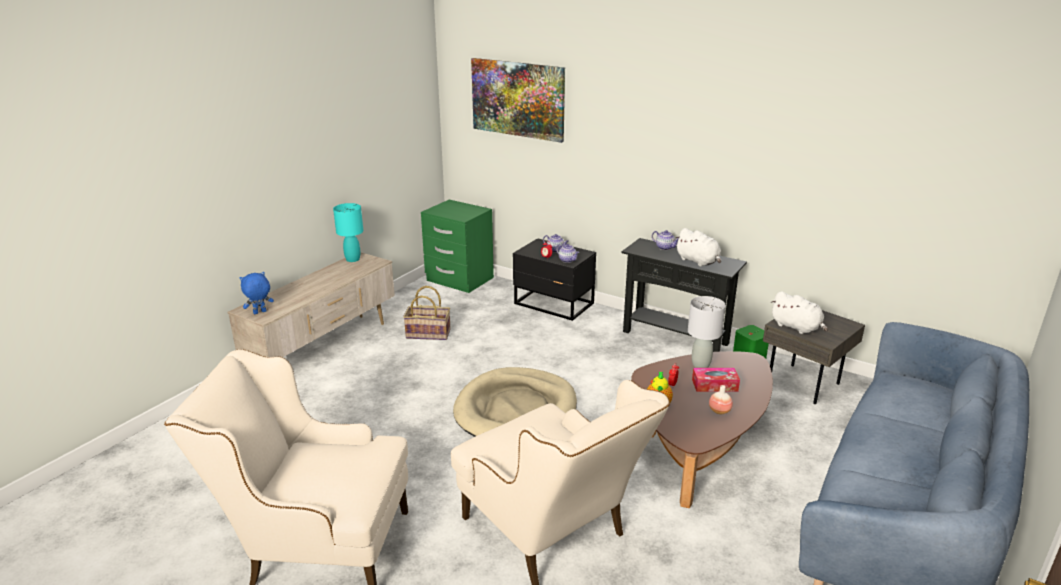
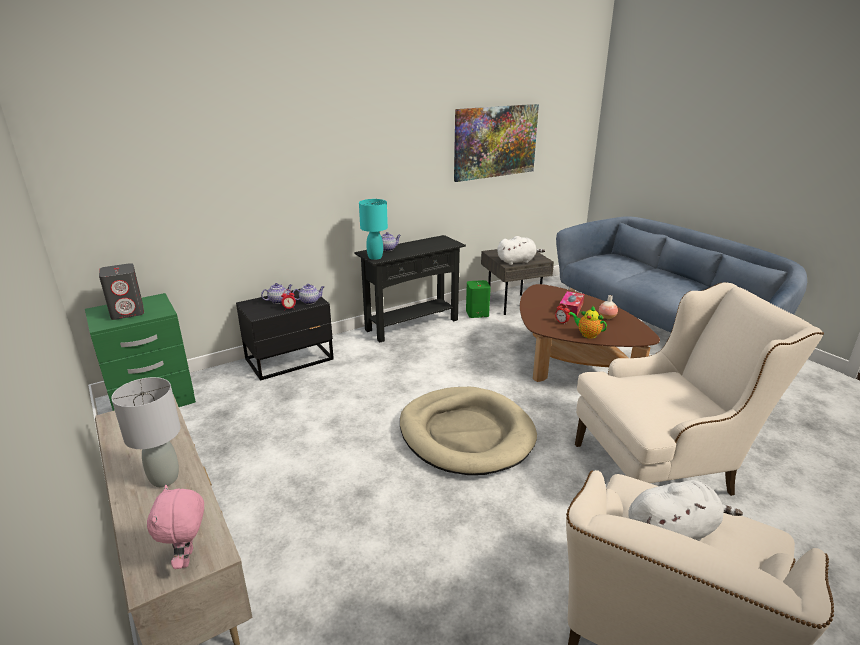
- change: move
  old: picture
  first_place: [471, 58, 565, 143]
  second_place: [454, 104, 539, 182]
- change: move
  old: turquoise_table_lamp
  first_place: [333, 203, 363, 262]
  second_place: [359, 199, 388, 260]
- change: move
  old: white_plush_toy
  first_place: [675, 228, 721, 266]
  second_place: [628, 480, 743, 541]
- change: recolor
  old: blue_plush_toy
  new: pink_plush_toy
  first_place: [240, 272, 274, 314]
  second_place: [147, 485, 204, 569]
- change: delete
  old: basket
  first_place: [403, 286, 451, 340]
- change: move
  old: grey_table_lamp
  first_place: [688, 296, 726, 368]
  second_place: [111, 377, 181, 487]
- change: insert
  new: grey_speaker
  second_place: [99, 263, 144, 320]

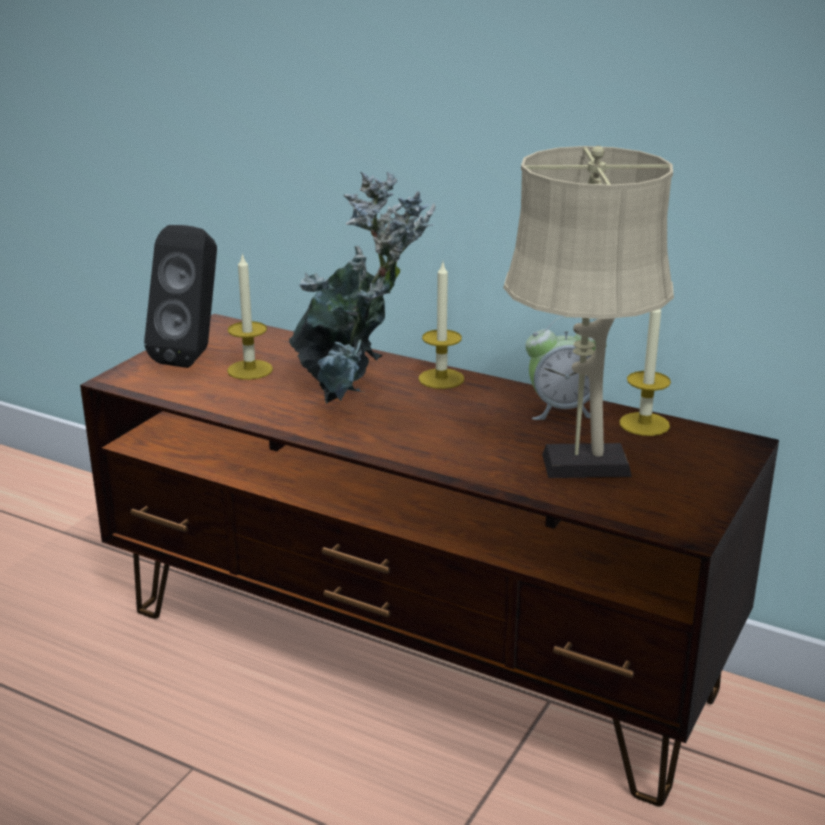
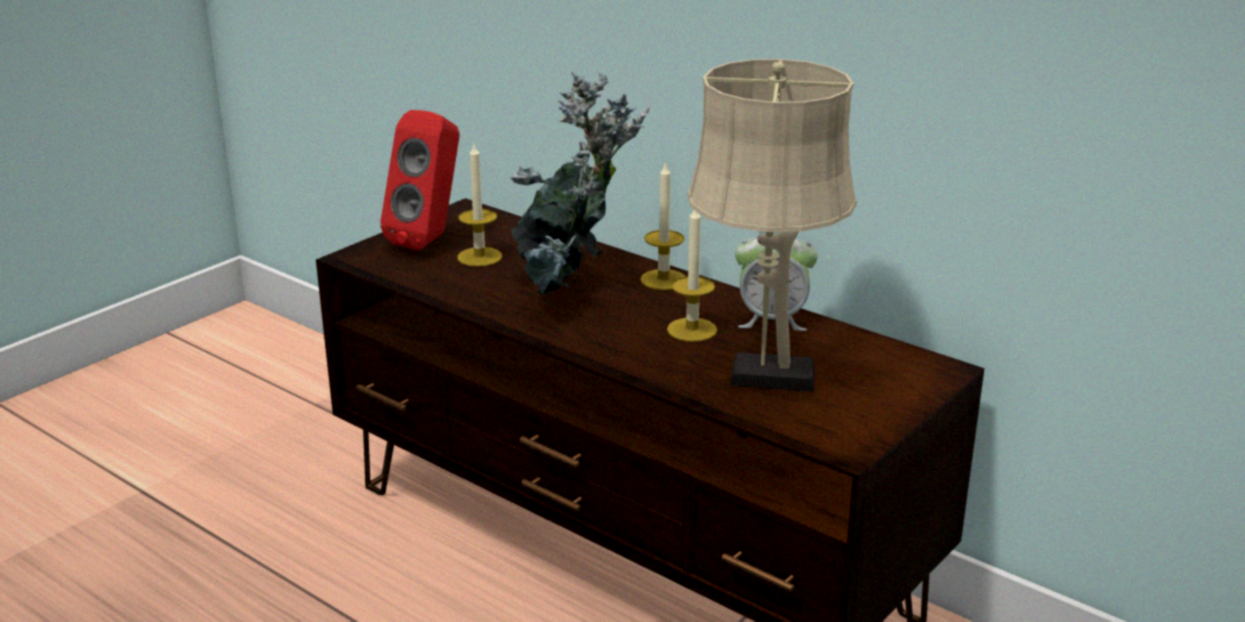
- change: recolor
  old: black_speaker
  new: red_speaker
  first_place: [144, 225, 217, 368]
  second_place: [380, 110, 460, 251]
- change: move
  old: candle
  first_place: [619, 309, 671, 436]
  second_place: [667, 210, 717, 342]

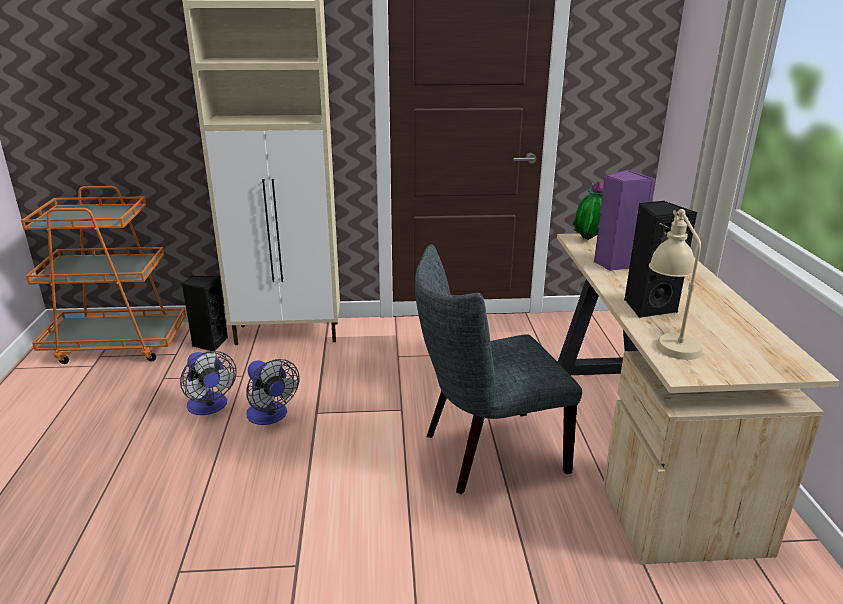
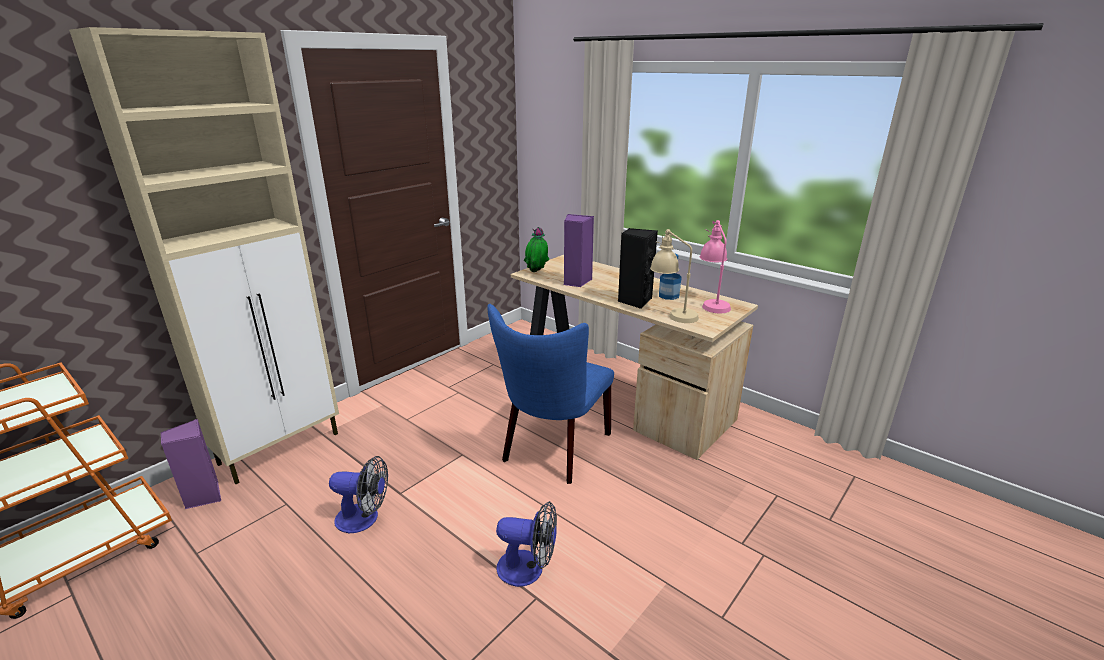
- change: recolor
  old: grey_chair
  new: blue_chair
  first_place: [415, 244, 582, 494]
  second_place: [488, 304, 614, 484]
- change: recolor
  old: black_speaker
  new: purple_speaker
  first_place: [182, 276, 228, 351]
  second_place: [161, 419, 221, 509]
- change: move
  old: fan
  first_place: [180, 351, 237, 415]
  second_place: [496, 501, 557, 587]
- change: insert
  new: pink_table_lamp
  second_place: [699, 220, 731, 313]
- change: insert
  new: bottle
  second_place: [659, 254, 682, 300]

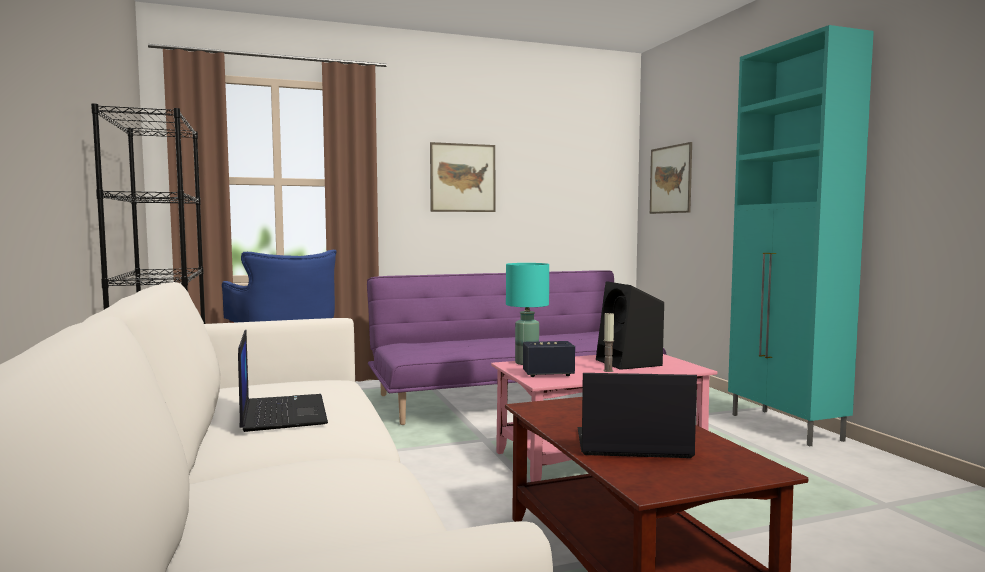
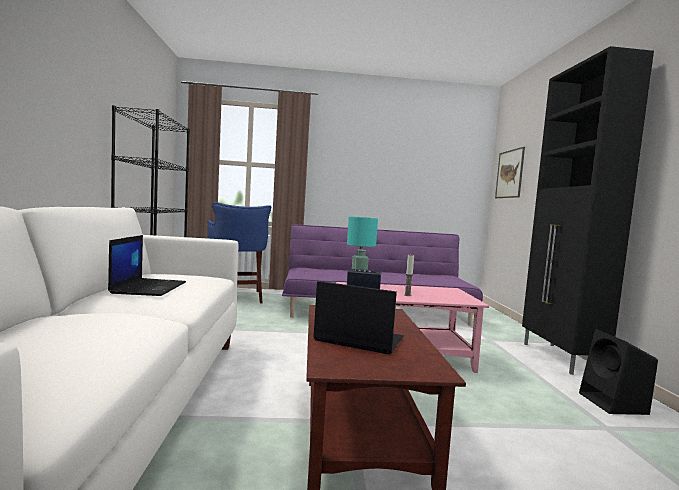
- change: recolor
  old: turquoise_cabinet
  new: black_cabinet
  first_place: [728, 25, 874, 447]
  second_place: [522, 46, 654, 375]
- change: delete
  old: picture
  first_place: [430, 142, 496, 212]
- change: move
  old: black_speaker
  first_place: [596, 281, 664, 370]
  second_place: [579, 329, 658, 415]

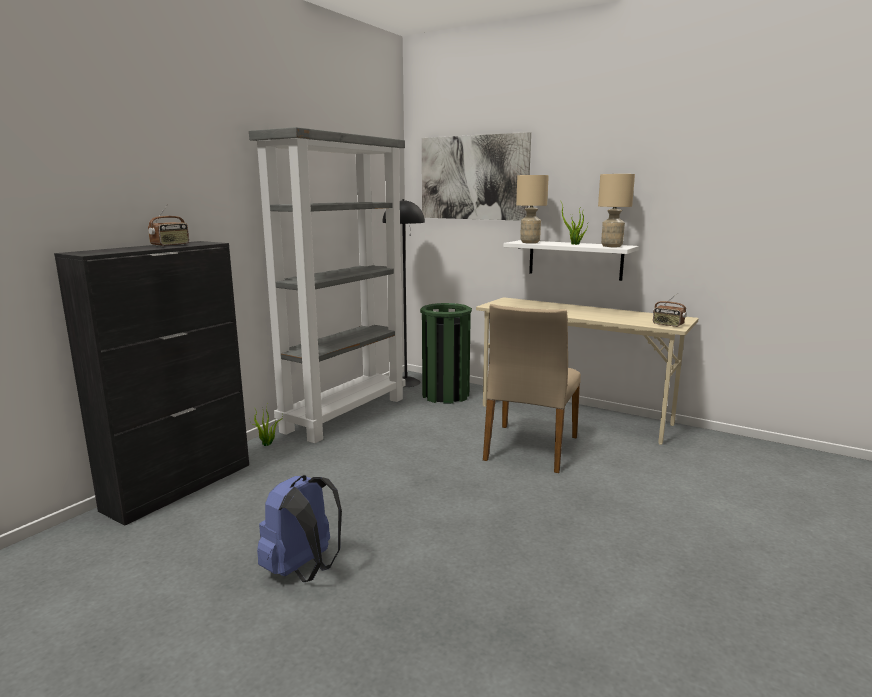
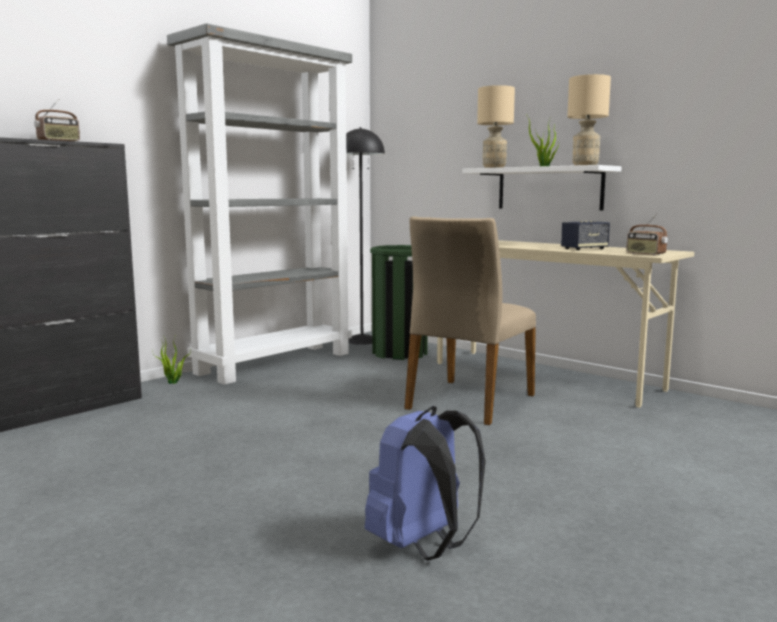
- change: delete
  old: picture
  first_place: [422, 132, 531, 221]
- change: move
  old: blue_backpack
  first_place: [257, 475, 342, 582]
  second_place: [365, 406, 486, 561]
- change: insert
  new: speaker
  second_place: [561, 221, 610, 250]

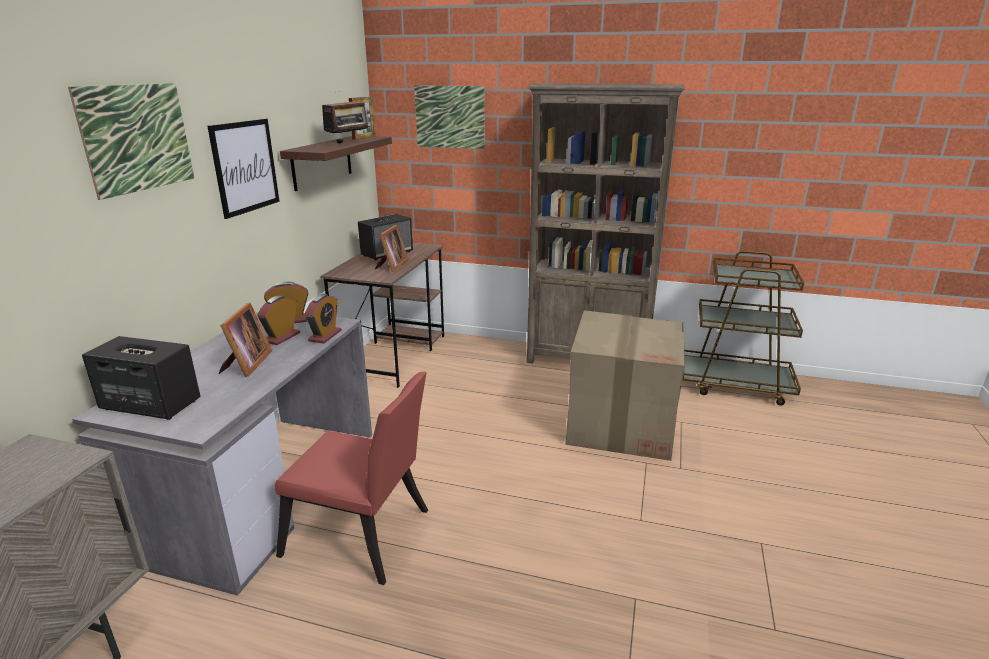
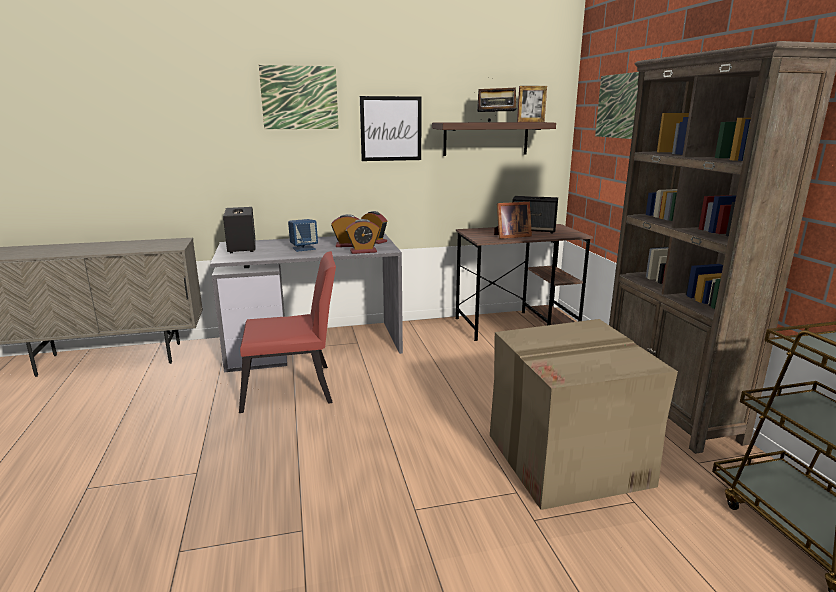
- change: replace
  old: picture_frame
  new: blue_speaker
  first_place: [219, 303, 272, 377]
  second_place: [288, 219, 318, 252]
- change: rotate
  old: red_chair
  first_place: [275, 372, 428, 585]
  second_place: [239, 251, 336, 413]
  degrees: -90

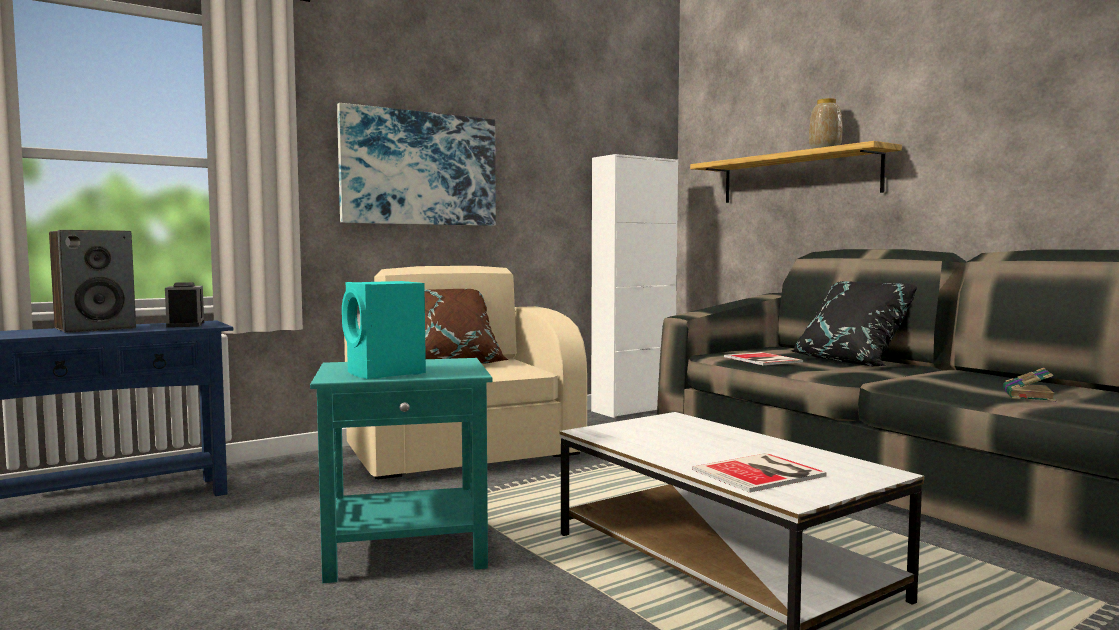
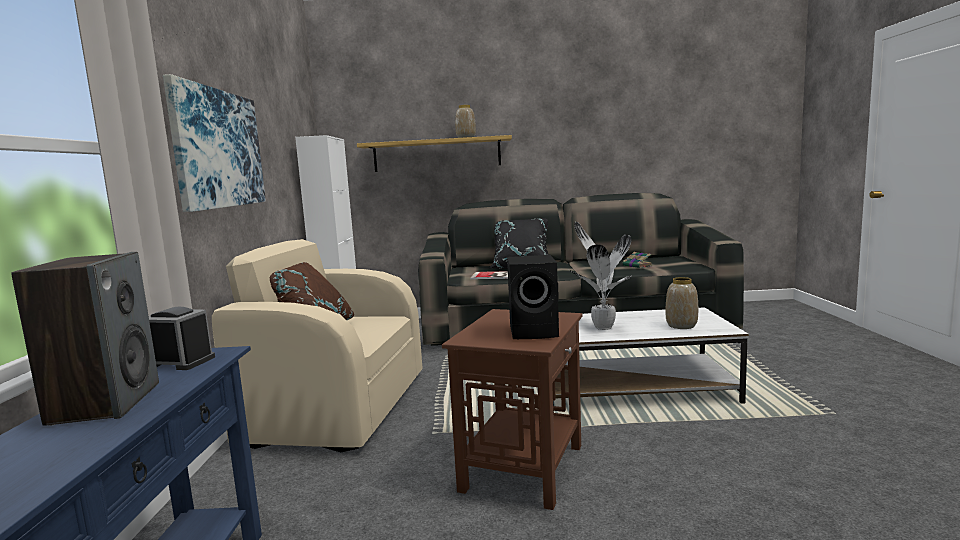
- change: recolor
  old: turquoise_speaker
  new: black_speaker
  first_place: [342, 281, 426, 379]
  second_place: [507, 255, 559, 339]
- change: recolor
  old: turquoise_side_table
  new: brown_side_table
  first_place: [310, 358, 493, 583]
  second_place: [442, 309, 583, 510]
- change: replace
  old: book
  new: vase
  first_place: [692, 453, 827, 493]
  second_place: [666, 277, 698, 329]
- change: insert
  new: potted_plant
  second_place: [569, 222, 632, 330]

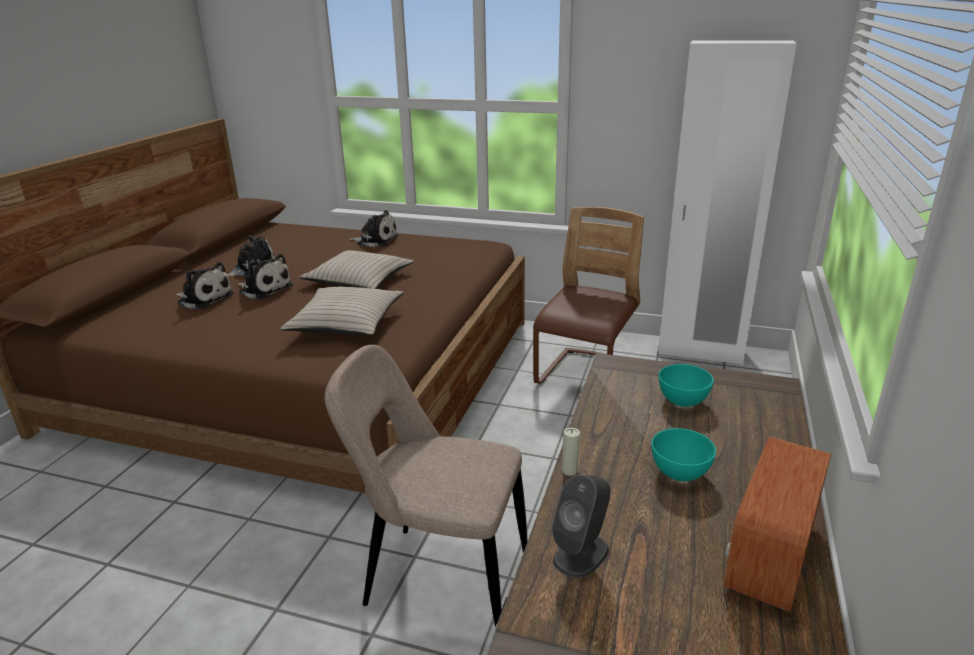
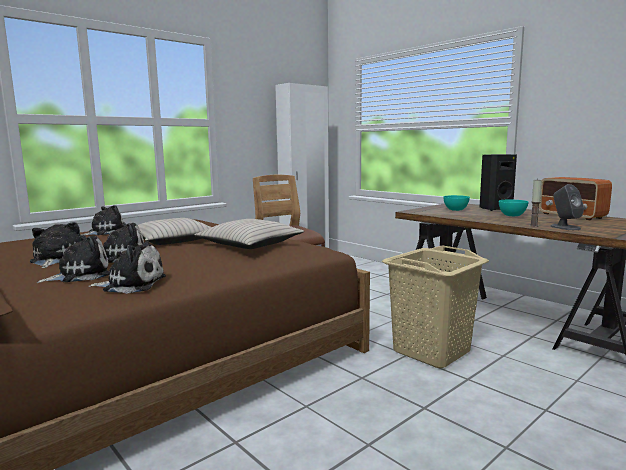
- change: replace
  old: beige_chair
  new: beige_laundry_basket
  first_place: [325, 345, 528, 627]
  second_place: [382, 245, 489, 368]
- change: insert
  new: black_speaker
  second_place: [480, 154, 517, 211]
- change: insert
  new: plush_toy
  second_place: [89, 241, 166, 294]

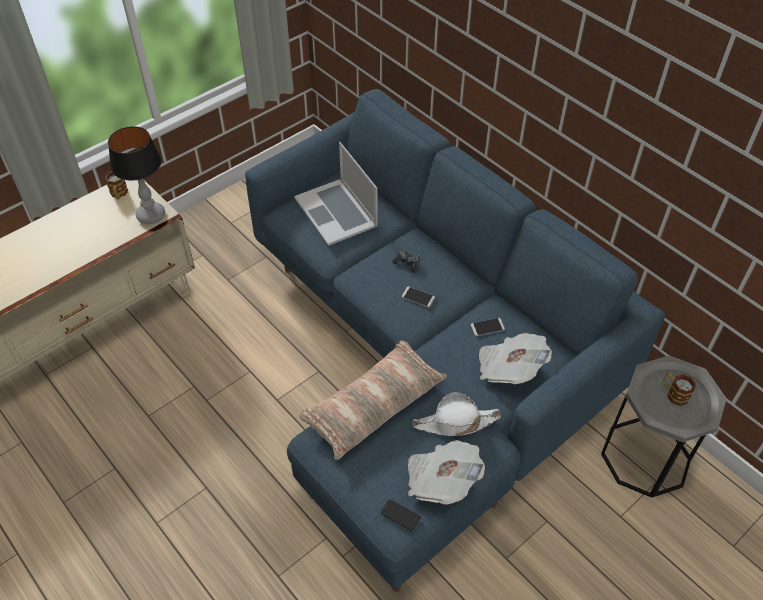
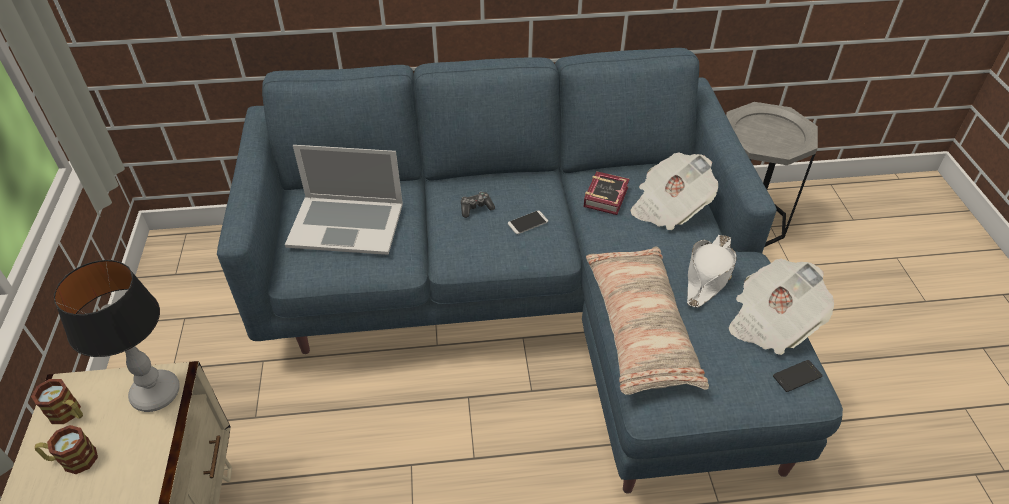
- change: replace
  old: phone
  new: book
  first_place: [471, 318, 505, 336]
  second_place: [583, 171, 629, 215]
- change: move
  old: mug
  first_place: [663, 372, 696, 406]
  second_place: [35, 425, 98, 474]

